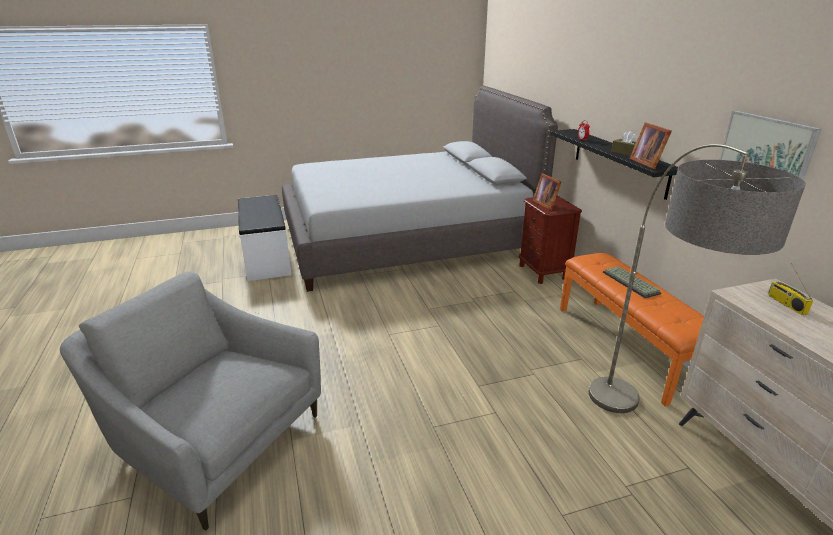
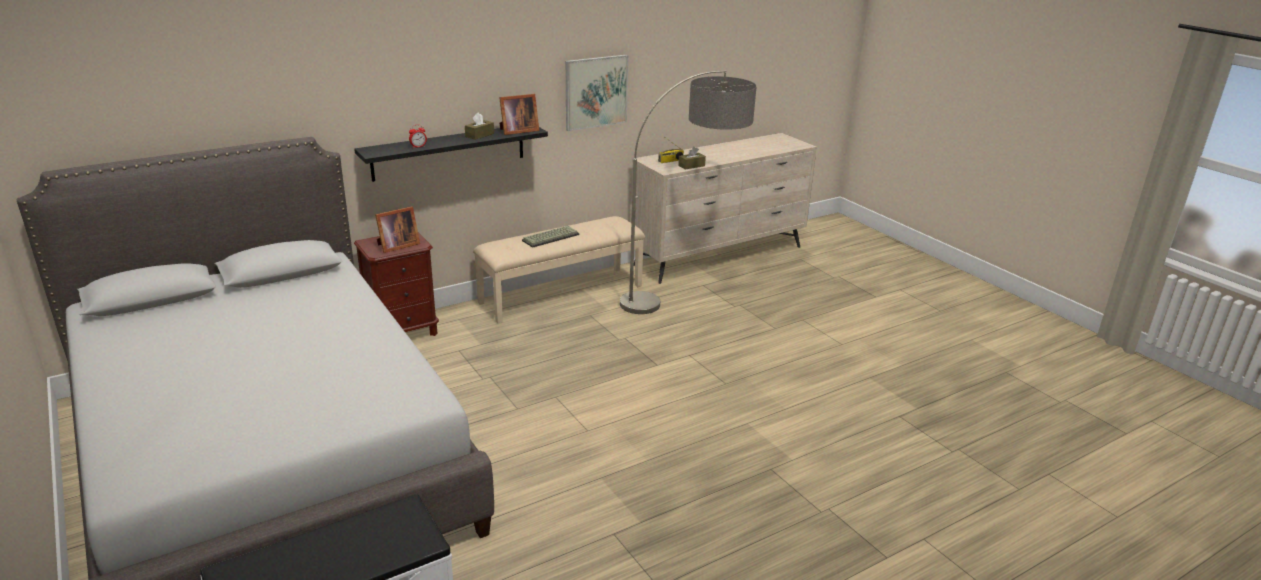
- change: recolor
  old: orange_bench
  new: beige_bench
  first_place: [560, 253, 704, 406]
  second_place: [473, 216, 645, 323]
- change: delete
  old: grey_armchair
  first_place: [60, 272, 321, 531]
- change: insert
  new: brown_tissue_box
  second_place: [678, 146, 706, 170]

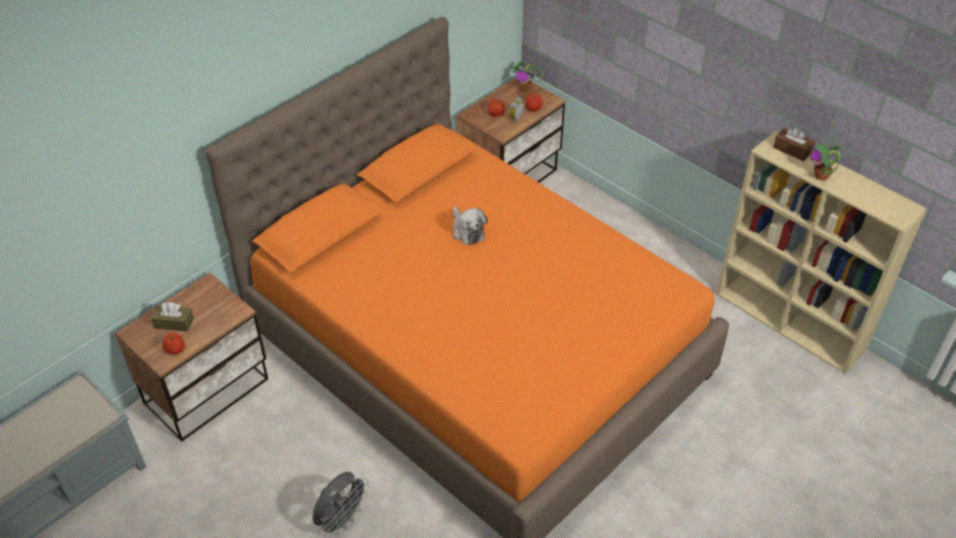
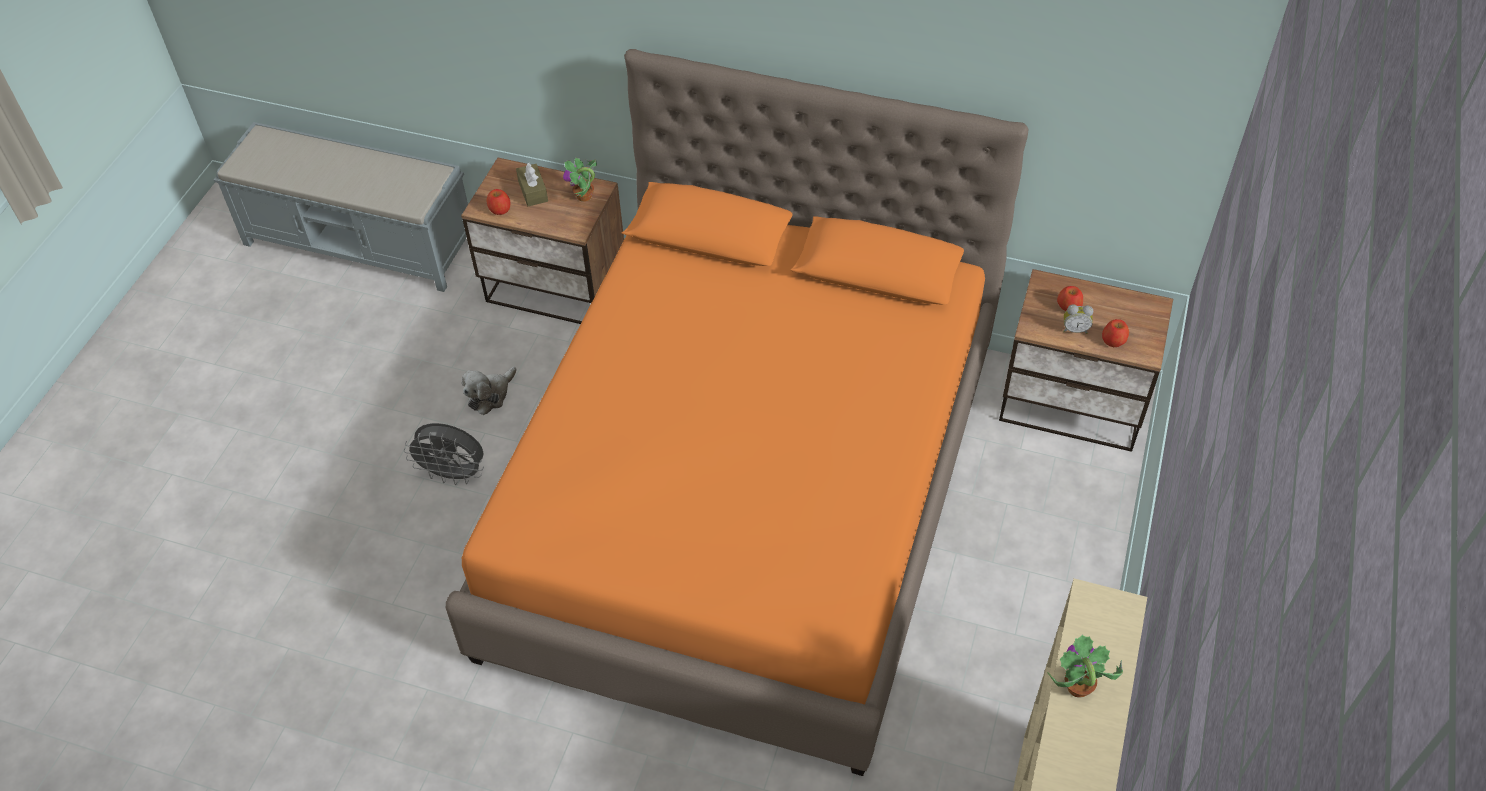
- change: move
  old: potted_plant
  first_place: [511, 62, 542, 92]
  second_place: [563, 158, 597, 202]
- change: delete
  old: brown_tissue_box
  first_place: [773, 128, 815, 161]
- change: move
  old: plush_toy
  first_place: [453, 206, 488, 245]
  second_place: [462, 367, 516, 415]

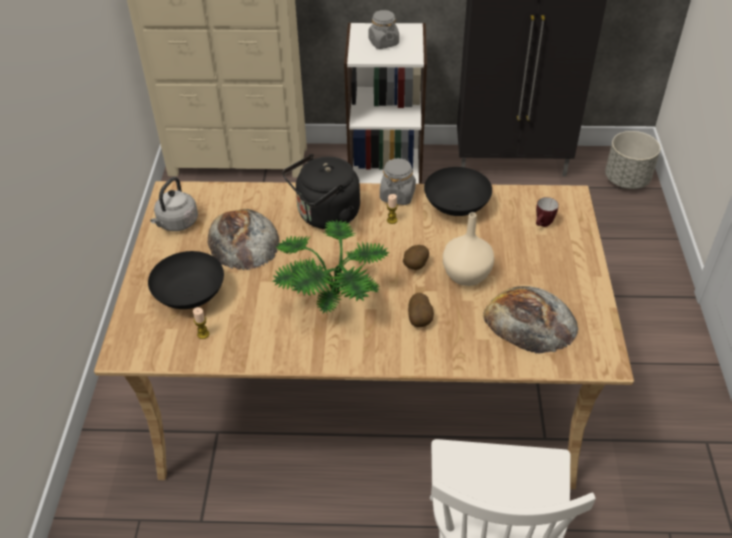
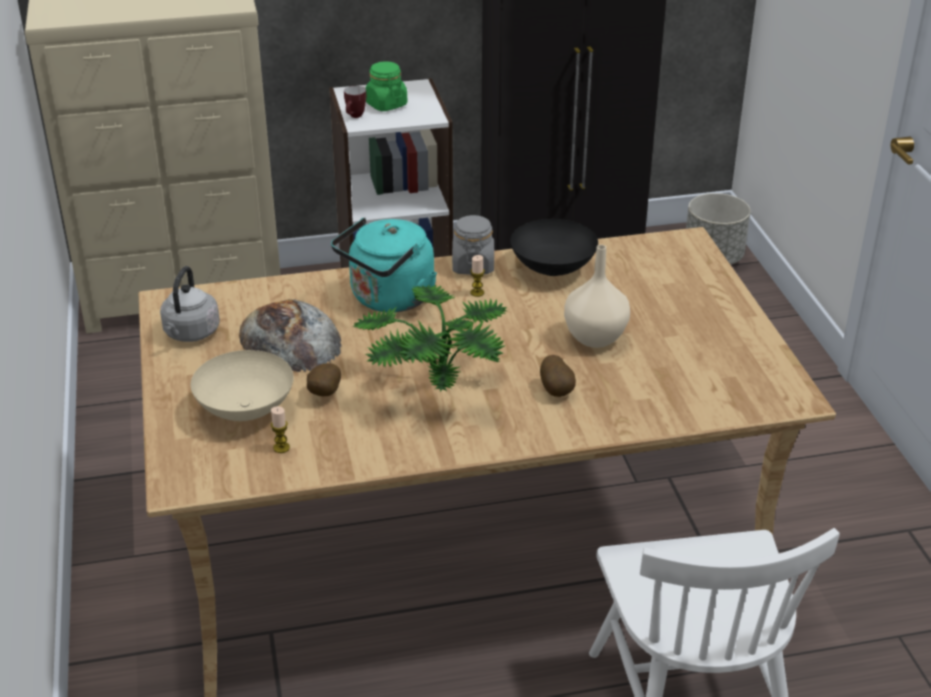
- change: recolor
  old: grey_jar
  new: green_jar
  first_place: [368, 10, 399, 49]
  second_place: [365, 61, 407, 111]
- change: recolor
  old: black_kettle
  new: turquoise_kettle
  first_place: [282, 154, 360, 229]
  second_place: [331, 218, 437, 312]
- change: move
  old: mug
  first_place: [536, 197, 559, 227]
  second_place: [344, 86, 366, 118]
- change: move
  old: potato
  first_place: [403, 245, 429, 270]
  second_place: [307, 363, 341, 396]
- change: recolor
  old: black_bowl
  new: beige_bowl
  first_place: [148, 251, 224, 309]
  second_place: [191, 350, 294, 421]
- change: delete
  old: bread
  first_place: [483, 286, 578, 354]

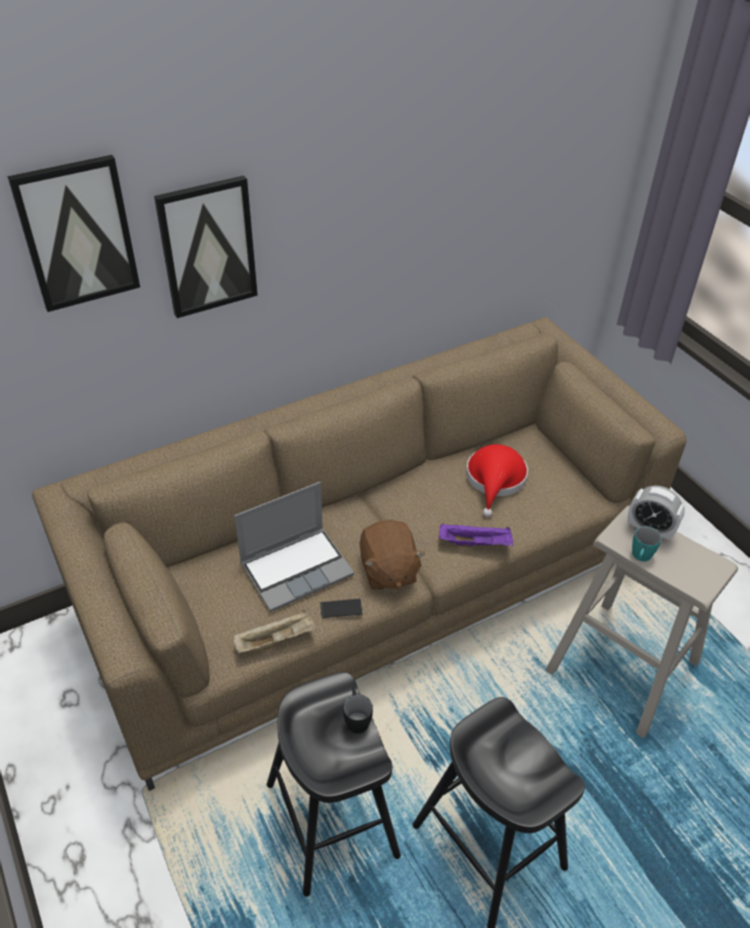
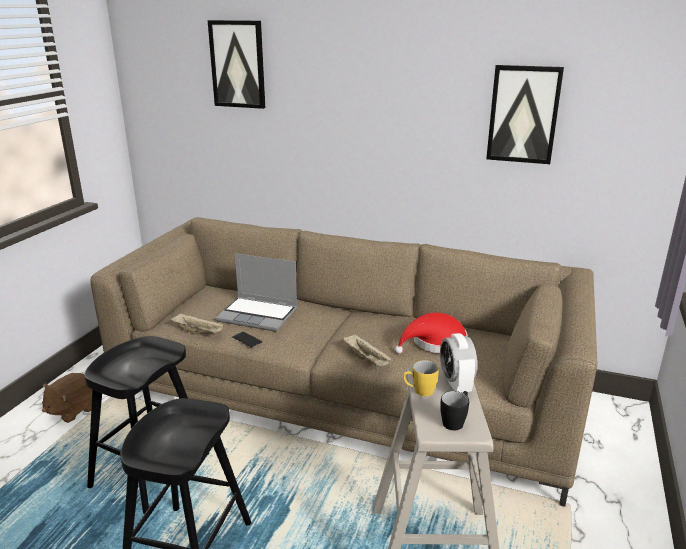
- change: move
  old: picture
  first_place: [154, 175, 258, 318]
  second_place: [486, 65, 564, 164]
- change: move
  old: brown_plush_toy
  first_place: [360, 520, 425, 590]
  second_place: [42, 373, 92, 423]
- change: recolor
  old: purple_tray
  new: beige_tray
  first_place: [439, 524, 513, 548]
  second_place: [343, 335, 393, 366]
- change: recolor
  old: turquoise_mug
  new: yellow_mug
  first_place: [632, 526, 661, 562]
  second_place: [403, 360, 439, 396]
- change: move
  old: black_mug
  first_place: [343, 687, 373, 734]
  second_place: [440, 391, 469, 430]

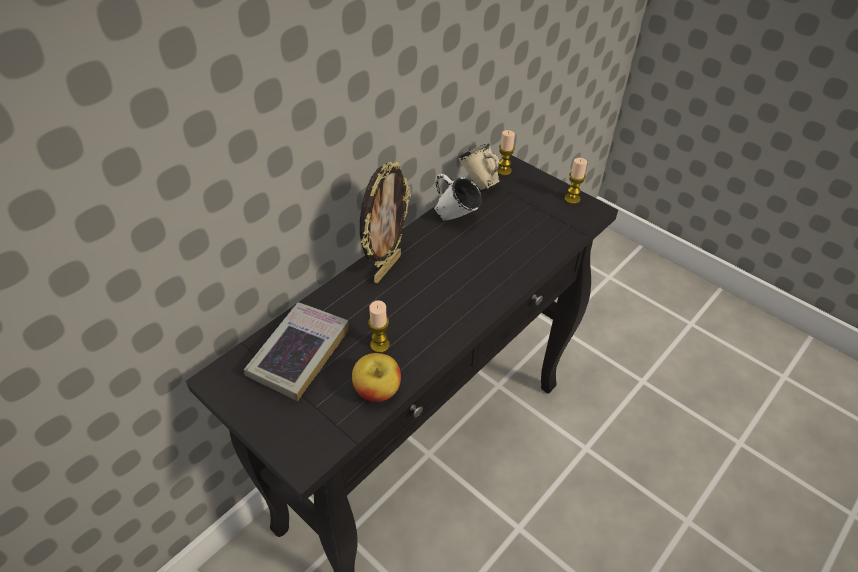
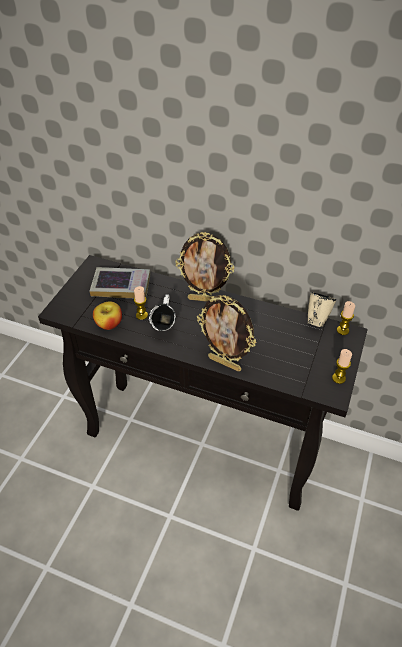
- change: move
  old: white_mug
  first_place: [434, 174, 482, 221]
  second_place: [149, 294, 176, 331]
- change: insert
  new: picture_frame
  second_place: [197, 295, 256, 371]

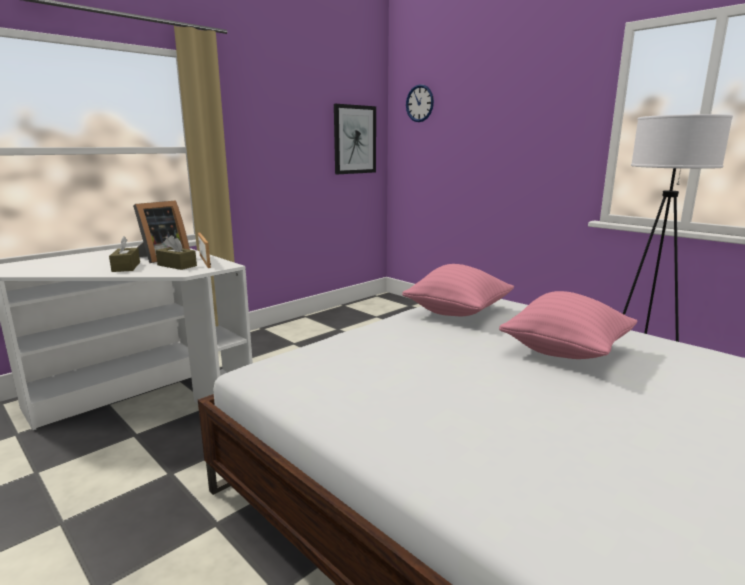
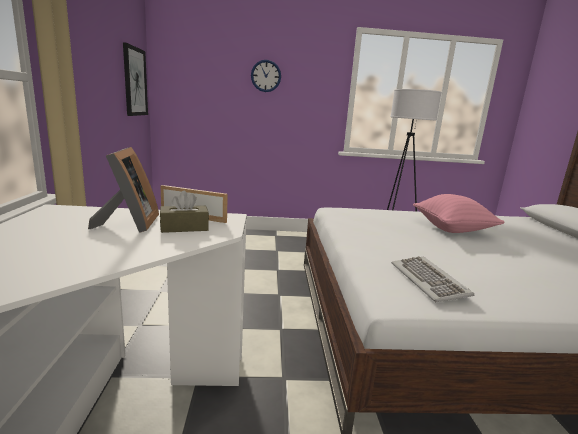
- change: move
  old: wall_clock
  first_place: [406, 84, 434, 122]
  second_place: [251, 60, 281, 92]
- change: delete
  old: brown_tissue_box
  first_place: [109, 236, 140, 272]
- change: delete
  old: pink_pillow
  first_place: [402, 264, 514, 316]
- change: insert
  new: keyboard
  second_place: [392, 256, 474, 302]

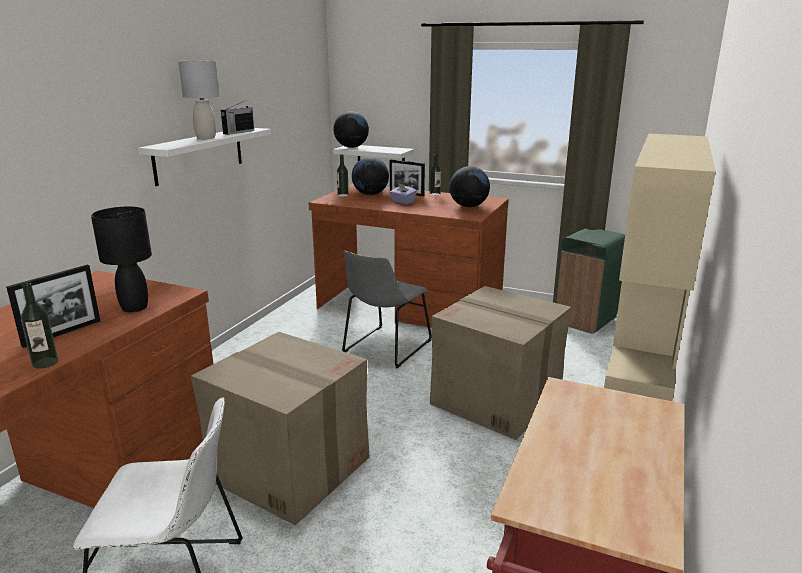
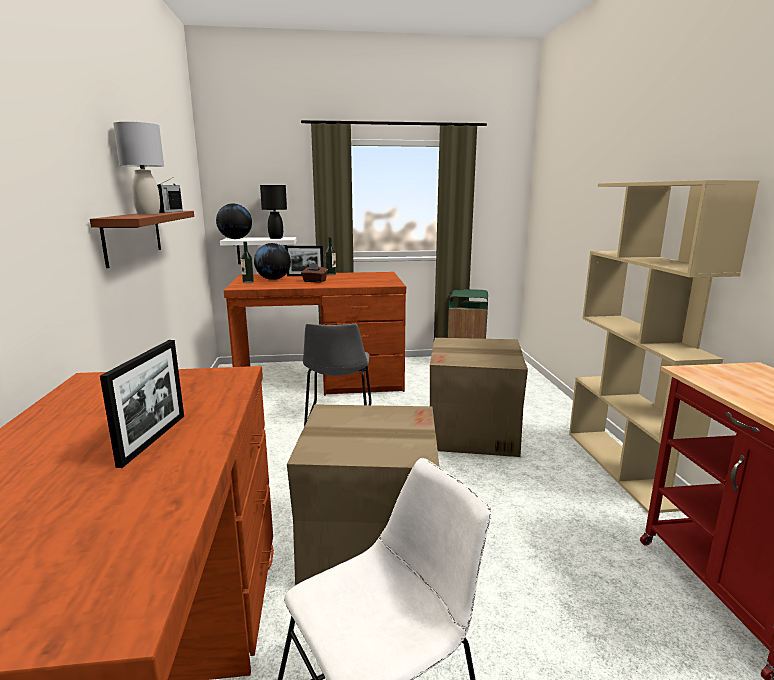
- change: recolor
  old: white_shelf
  new: brown_shelf
  first_place: [138, 128, 271, 186]
  second_place: [90, 211, 194, 268]
- change: delete
  old: globe
  first_place: [449, 166, 490, 207]
- change: recolor
  old: purple_tissue_box
  new: brown_tissue_box
  first_place: [389, 183, 417, 205]
  second_place: [301, 263, 328, 283]
- change: move
  old: black_table_lamp
  first_place: [91, 207, 152, 312]
  second_place: [260, 185, 287, 239]
- change: delete
  old: bottle
  first_place: [21, 283, 58, 369]

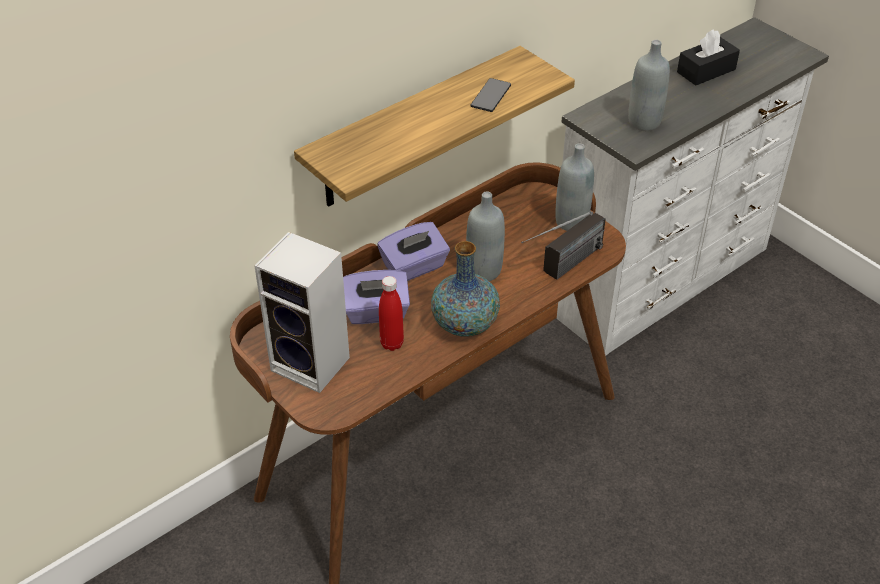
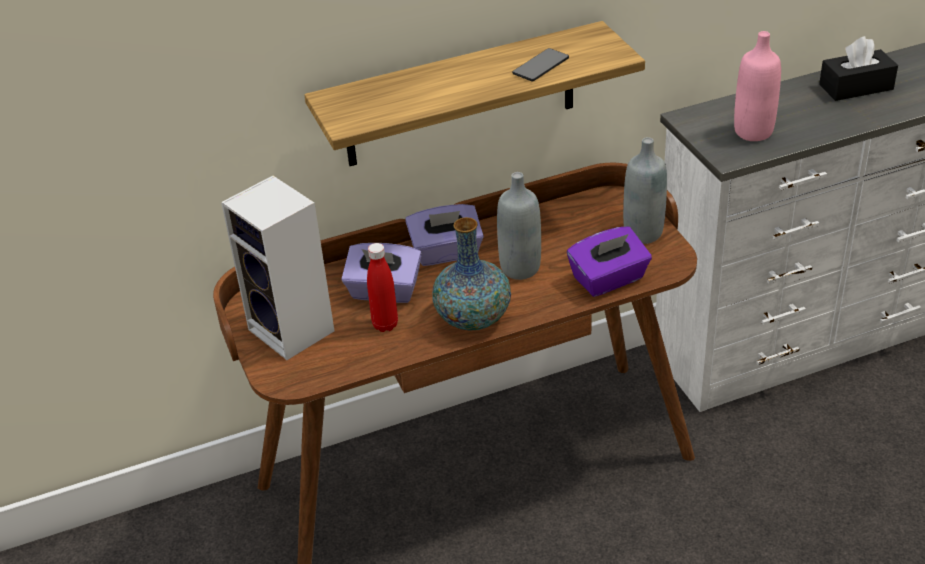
- change: recolor
  old: grey_bottle
  new: pink_bottle
  first_place: [628, 40, 670, 131]
  second_place: [734, 31, 781, 141]
- change: replace
  old: radio
  new: purple_tissue_box
  first_place: [521, 211, 606, 280]
  second_place: [567, 227, 652, 297]

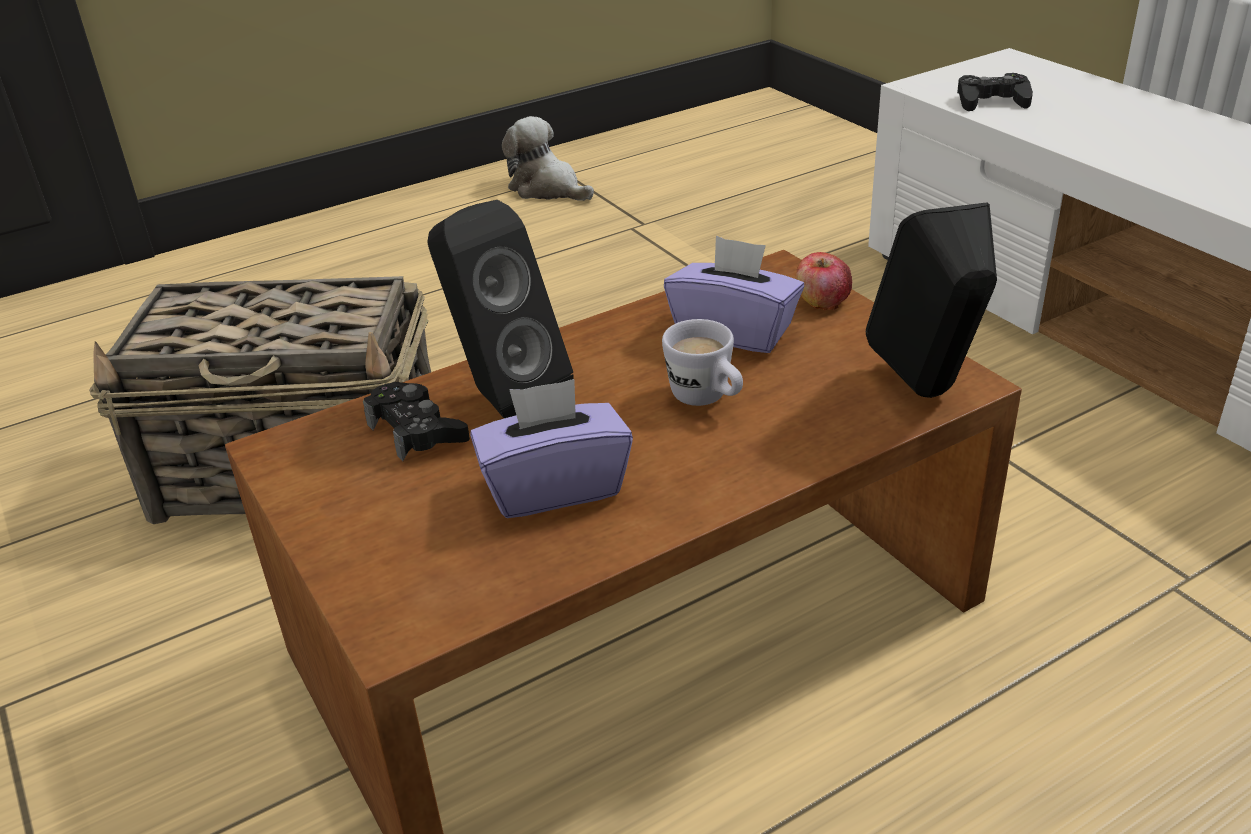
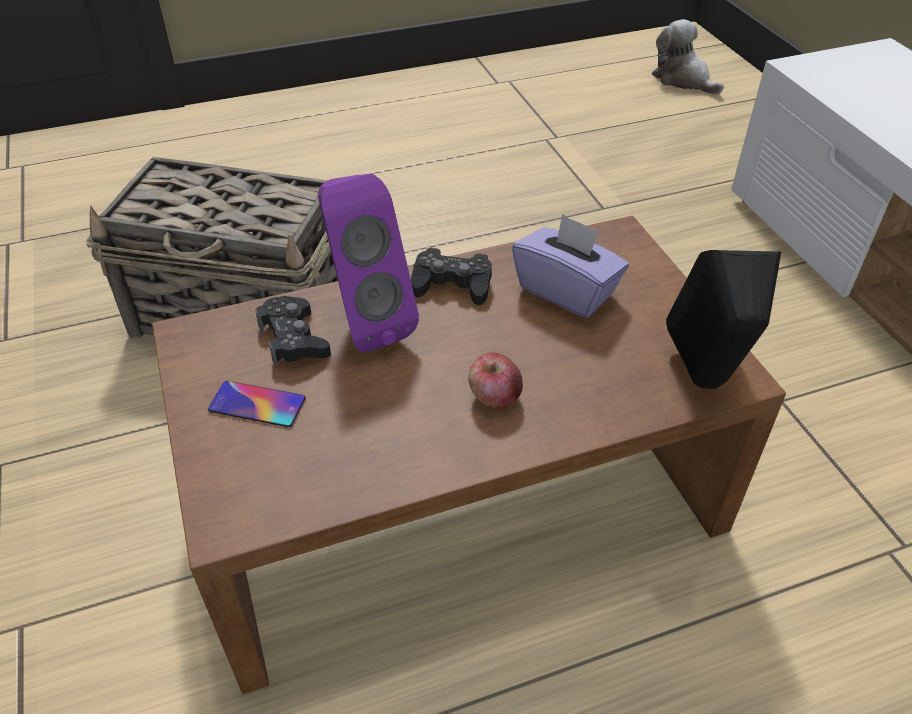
- change: move
  old: black_game_controller
  first_place: [957, 73, 1033, 111]
  second_place: [411, 248, 492, 305]
- change: move
  old: plush_toy
  first_place: [502, 116, 594, 201]
  second_place: [652, 19, 724, 94]
- change: recolor
  old: black_speaker
  new: purple_speaker
  first_place: [427, 200, 574, 418]
  second_place: [318, 174, 419, 352]
- change: move
  old: apple
  first_place: [795, 252, 852, 310]
  second_place: [468, 352, 523, 410]
- change: delete
  old: white_mug
  first_place: [662, 319, 743, 406]
- change: delete
  old: purple_tissue_box
  first_place: [470, 379, 633, 518]
- change: insert
  new: phone
  second_place: [208, 381, 306, 427]

